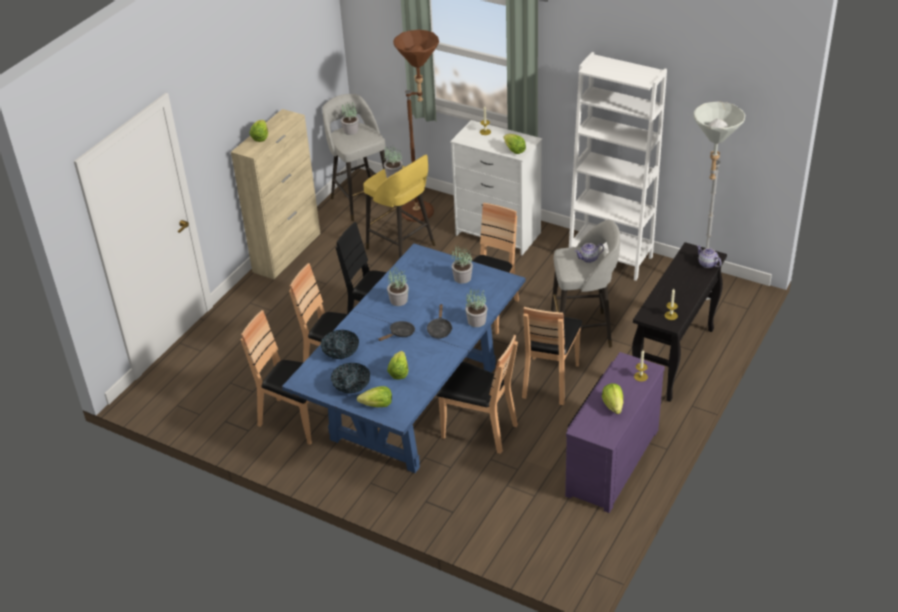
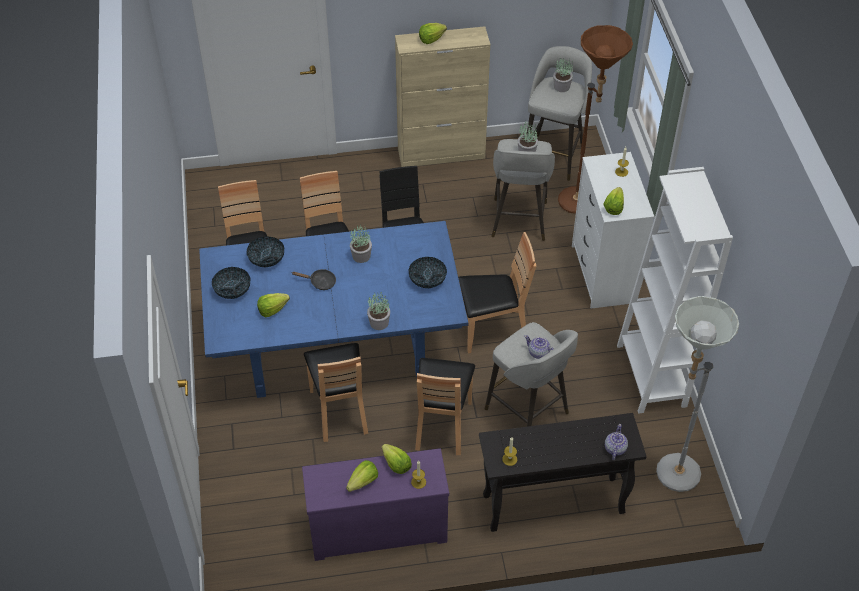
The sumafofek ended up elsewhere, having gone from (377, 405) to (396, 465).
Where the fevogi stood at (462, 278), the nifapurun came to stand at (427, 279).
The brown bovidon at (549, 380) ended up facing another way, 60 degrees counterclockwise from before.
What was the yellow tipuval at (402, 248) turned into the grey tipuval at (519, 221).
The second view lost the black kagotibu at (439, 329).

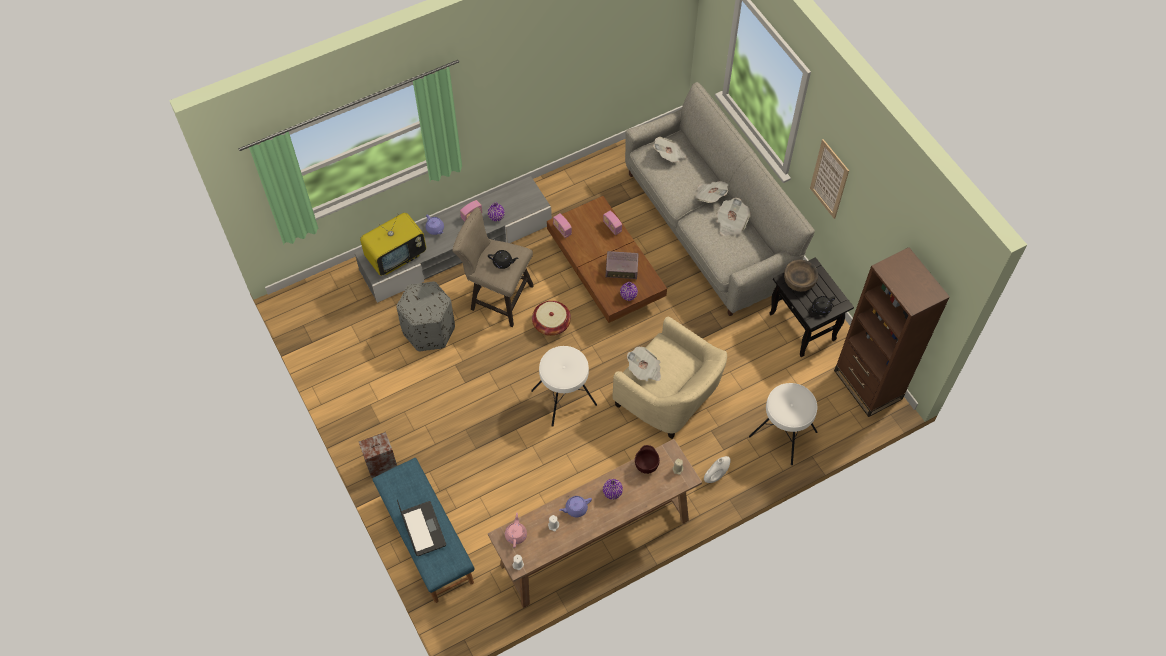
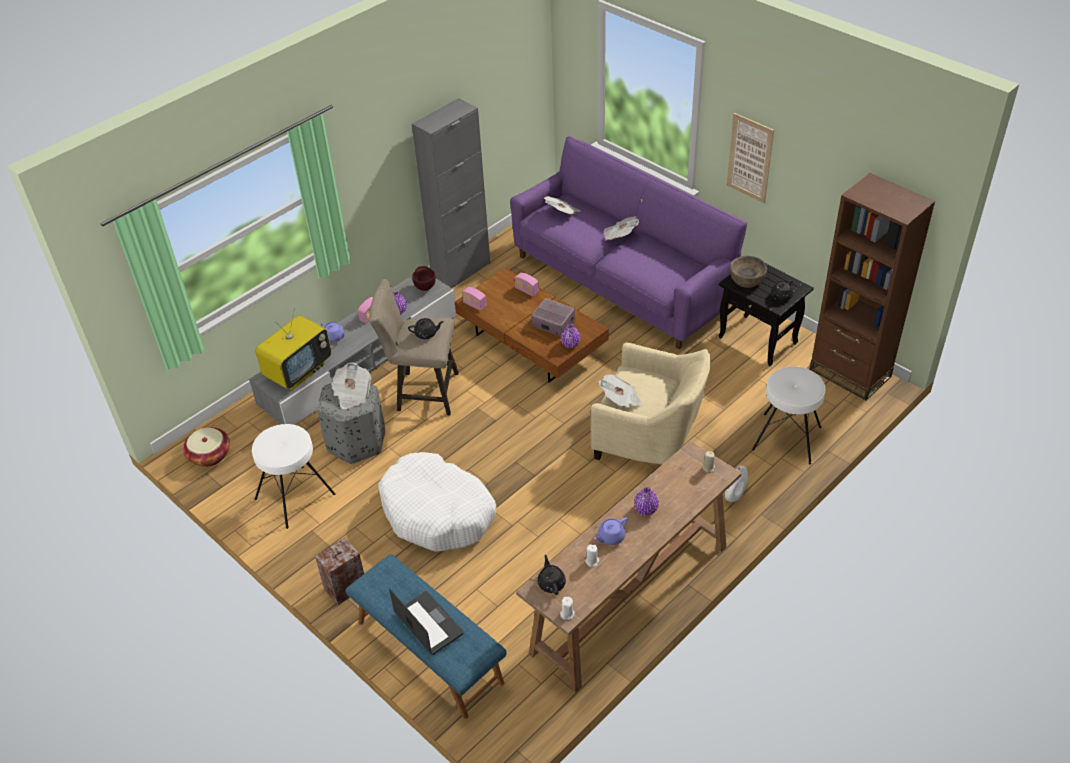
The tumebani ended up elsewhere, having gone from (551, 324) to (209, 455).
The white tipuval ended up elsewhere, having gone from (564, 398) to (295, 496).
The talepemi ended up elsewhere, having gone from (731, 223) to (352, 394).
The second view gained the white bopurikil at (438, 512).
The second view gained the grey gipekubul at (461, 271).
The brown nifapurun ended up elsewhere, having gone from (646, 465) to (425, 287).
What was the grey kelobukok at (708, 229) turned into the purple kelobukok at (621, 282).
The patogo at (622, 269) ended up facing another way, 135 degrees counterclockwise from before.
What was the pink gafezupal at (516, 534) turned into the black gafezupal at (551, 583).

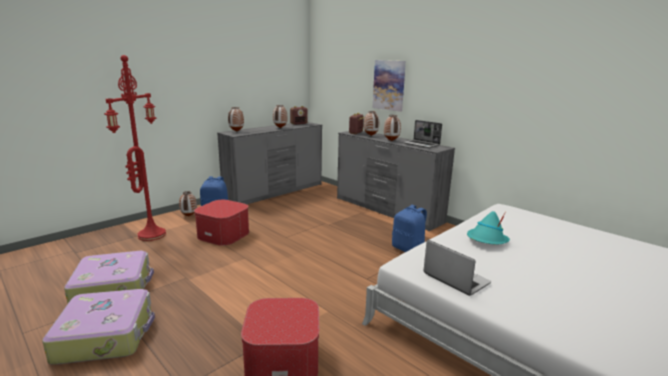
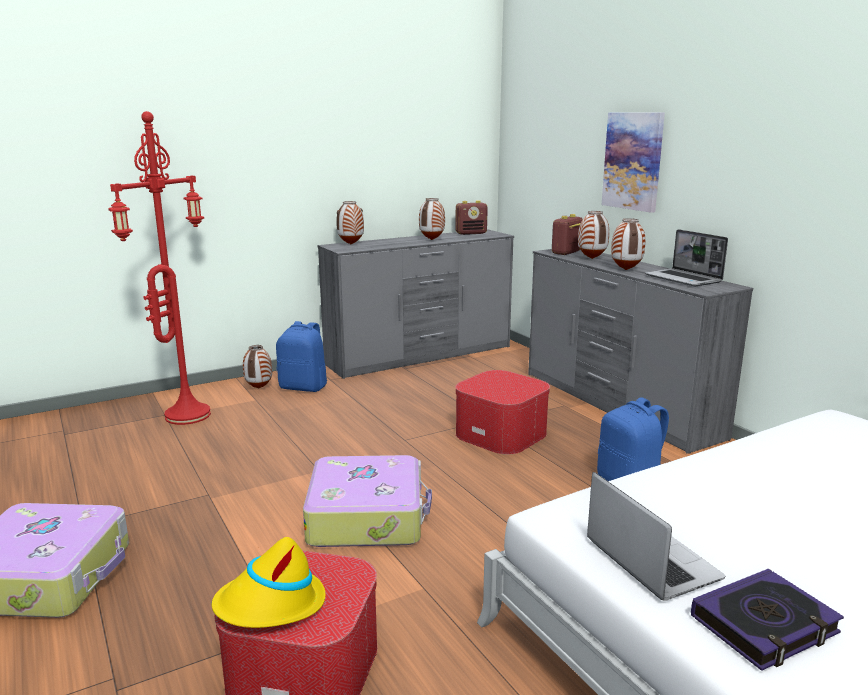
The second view gained the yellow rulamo at (271, 605).
The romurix ended up elsewhere, having gone from (113, 287) to (367, 516).
The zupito ended up elsewhere, having gone from (223, 234) to (501, 433).
The second view gained the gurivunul at (764, 626).
The second view lost the turquoise rulamo at (487, 240).

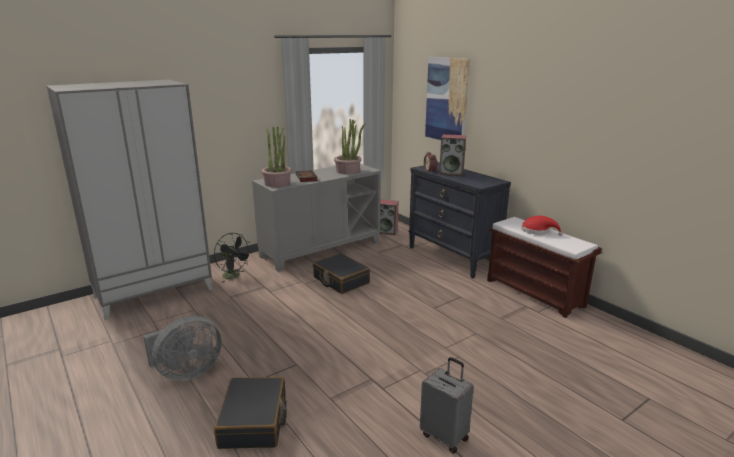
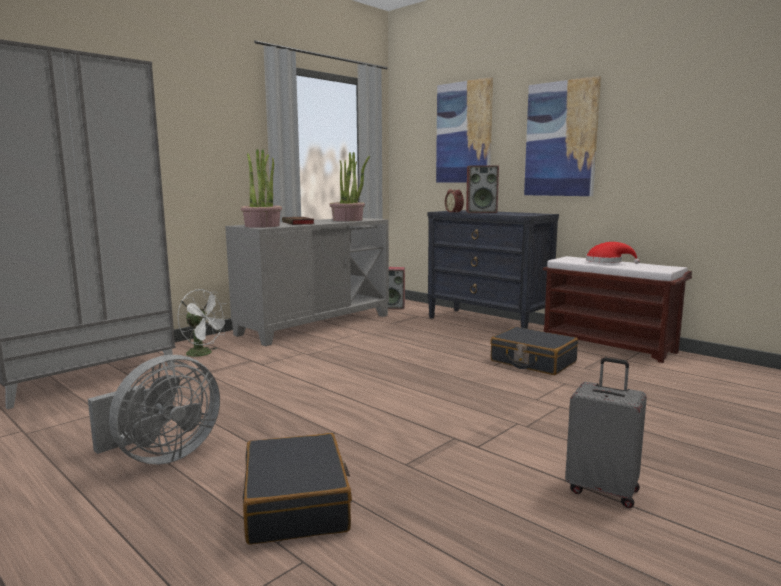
What was the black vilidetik at (234, 276) turned into the white vilidetik at (204, 354).
The black romurix ended up elsewhere, having gone from (341, 280) to (532, 362).
The second view gained the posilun at (561, 139).

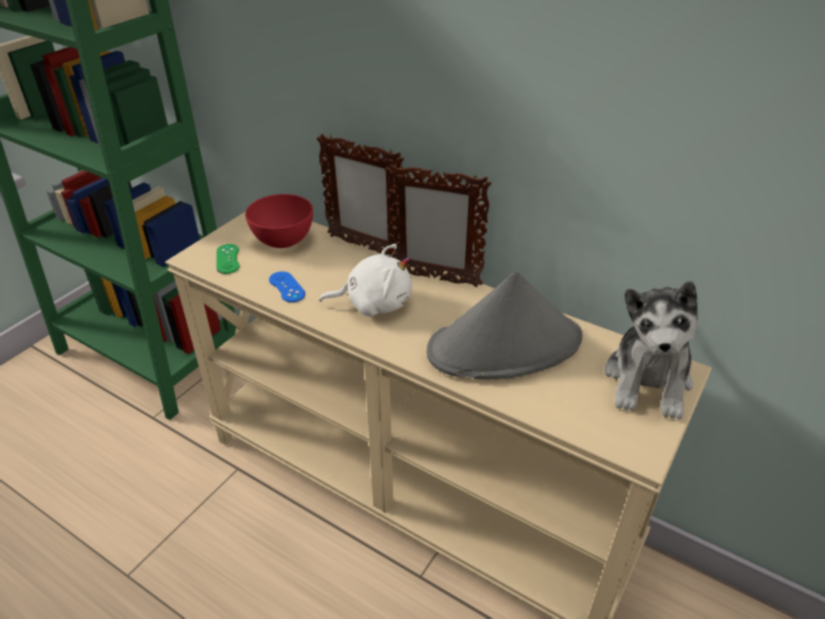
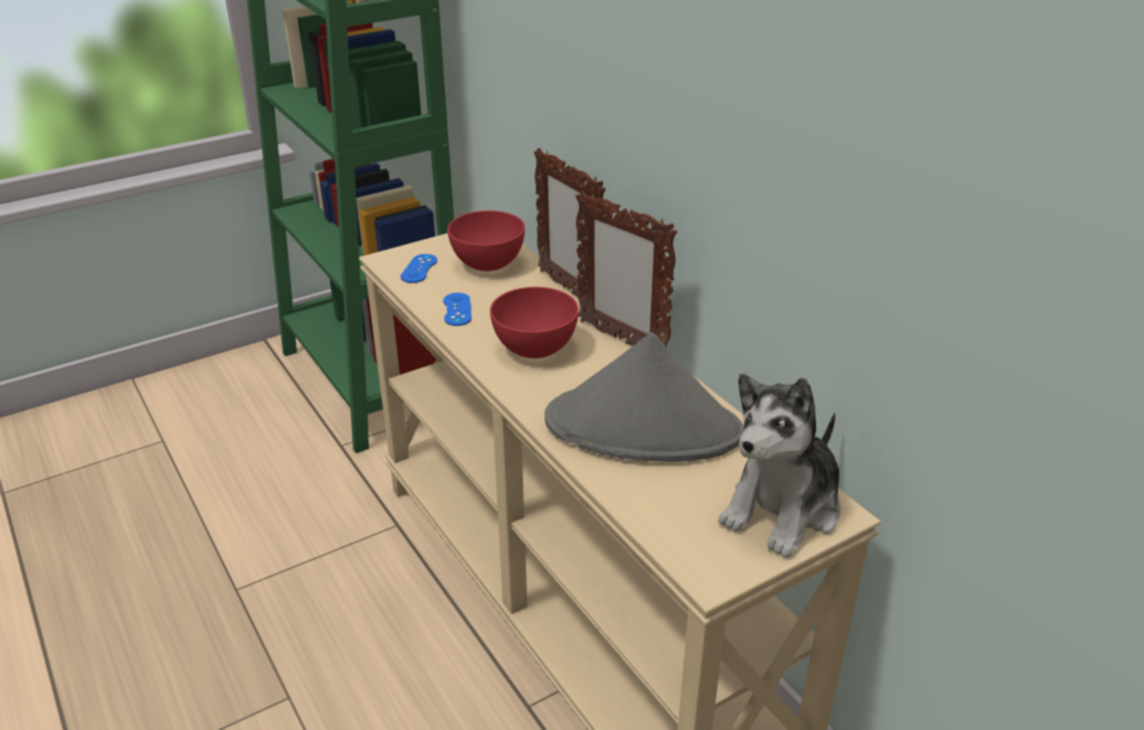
What was the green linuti at (228, 259) turned into the blue linuti at (419, 269).
Where the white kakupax stood at (374, 303), the red nifapurun came to stand at (534, 348).

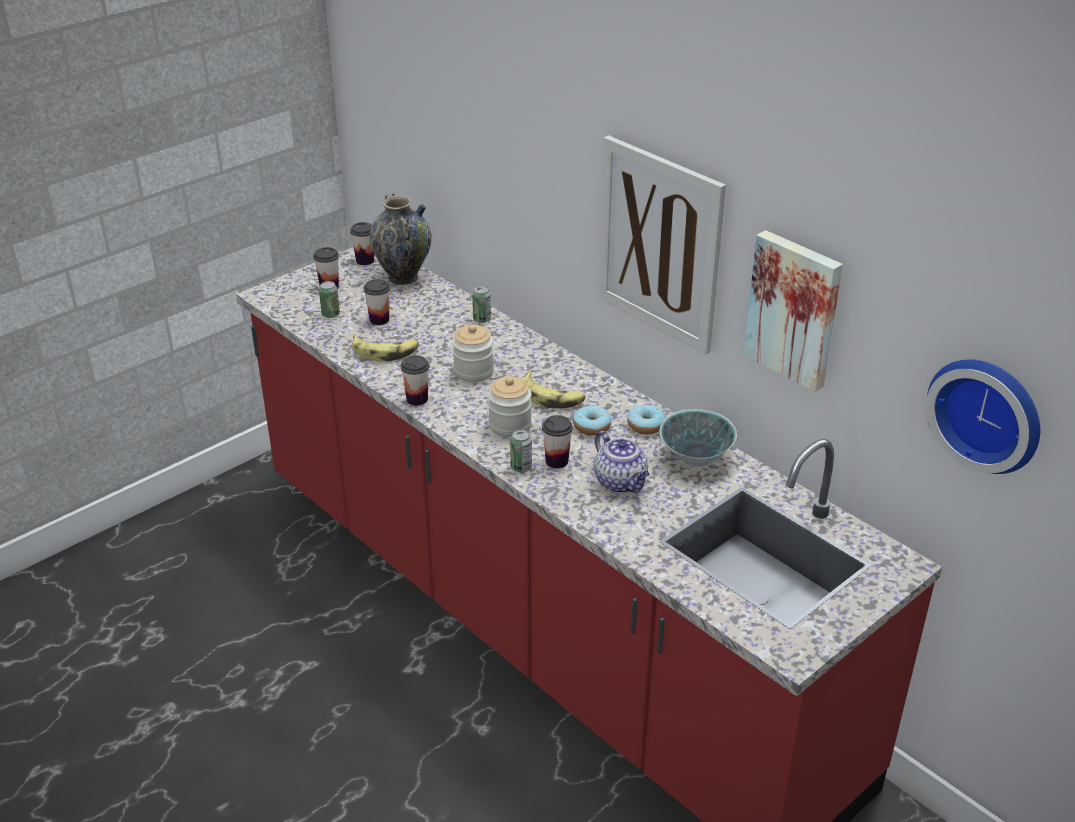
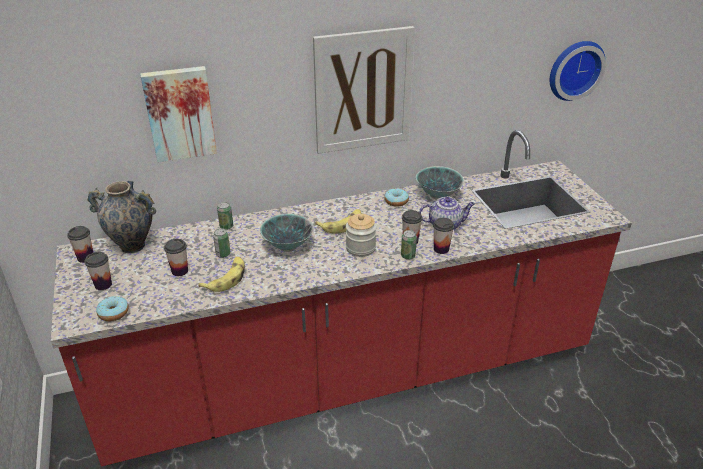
The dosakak ended up elsewhere, having gone from (592, 426) to (113, 313).
The posilun ended up elsewhere, having gone from (794, 309) to (179, 113).
The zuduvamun ended up elsewhere, having gone from (330, 314) to (223, 254).
Where the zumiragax stood at (473, 372), the nifapurun came to stand at (287, 246).
The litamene ended up elsewhere, having gone from (417, 399) to (441, 249).

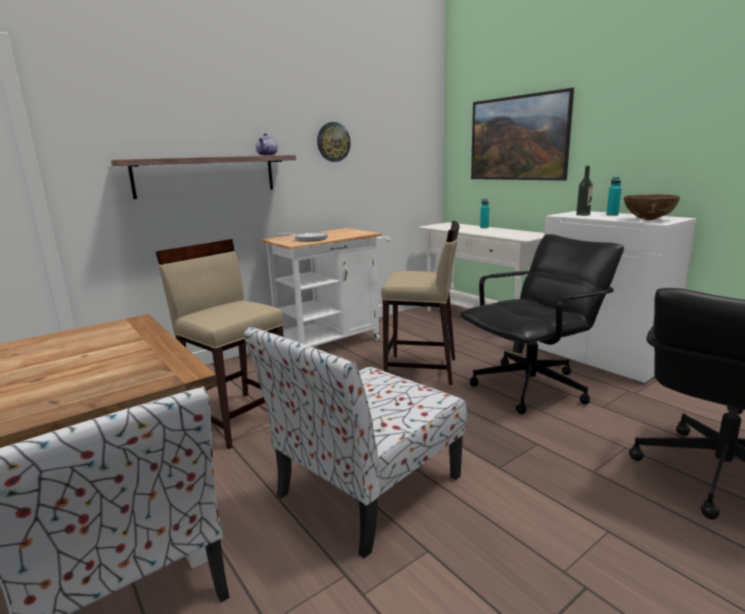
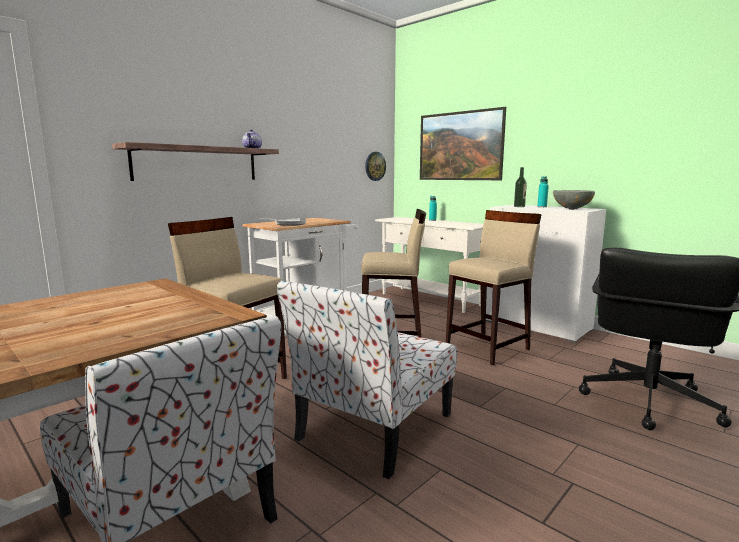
The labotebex ended up elsewhere, having gone from (333, 142) to (375, 166).
Where the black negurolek stood at (531, 387), the beige tipuval came to stand at (488, 348).
What was the brown nifapurun at (648, 220) turned into the grey nifapurun at (572, 209).

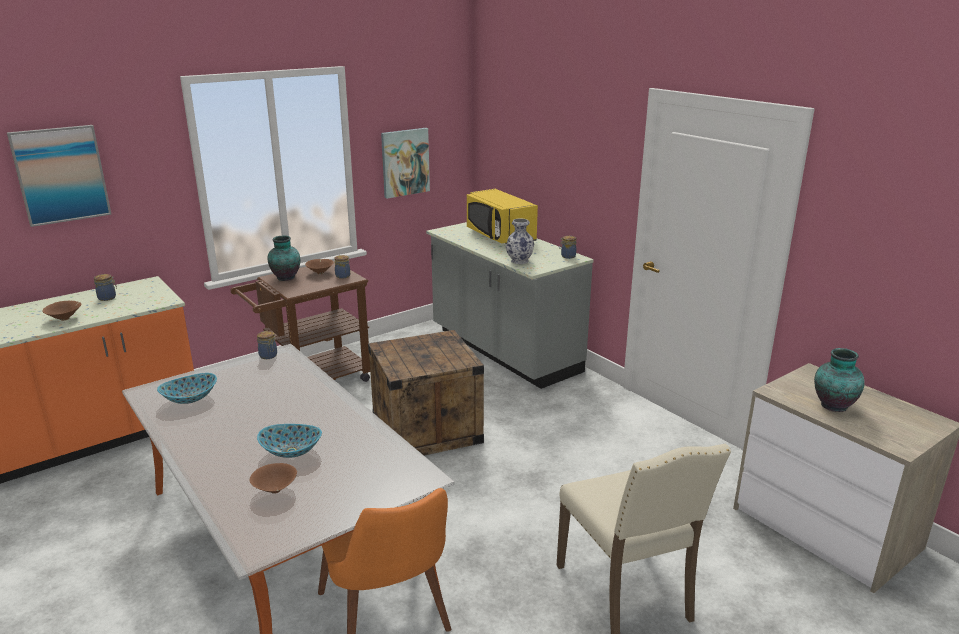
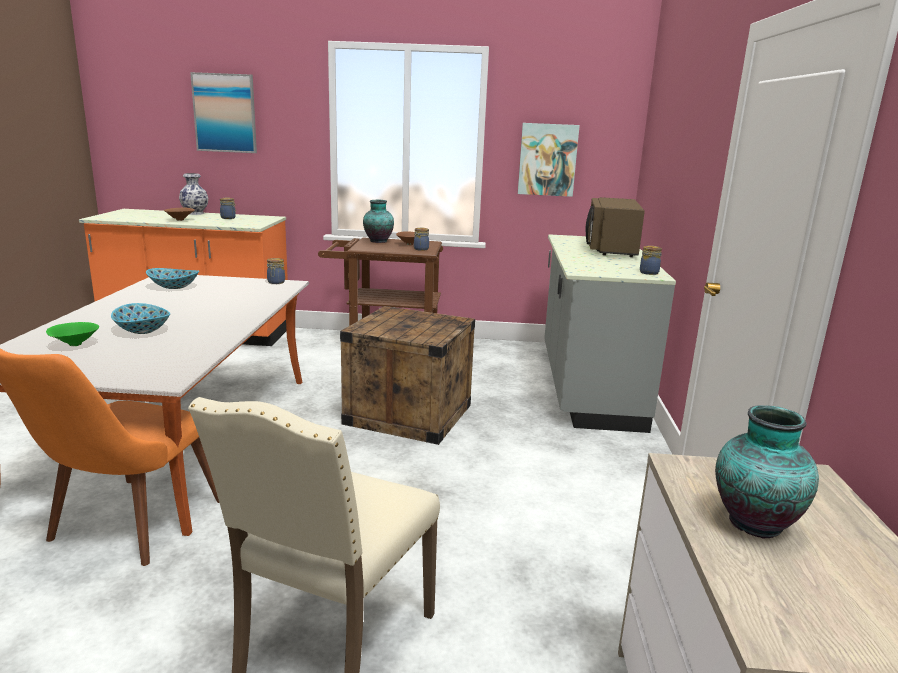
What was the brown nifapurun at (275, 491) turned into the green nifapurun at (74, 345).
The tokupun ended up elsewhere, having gone from (519, 261) to (194, 213).
What was the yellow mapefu at (499, 236) turned into the brown mapefu at (610, 249).

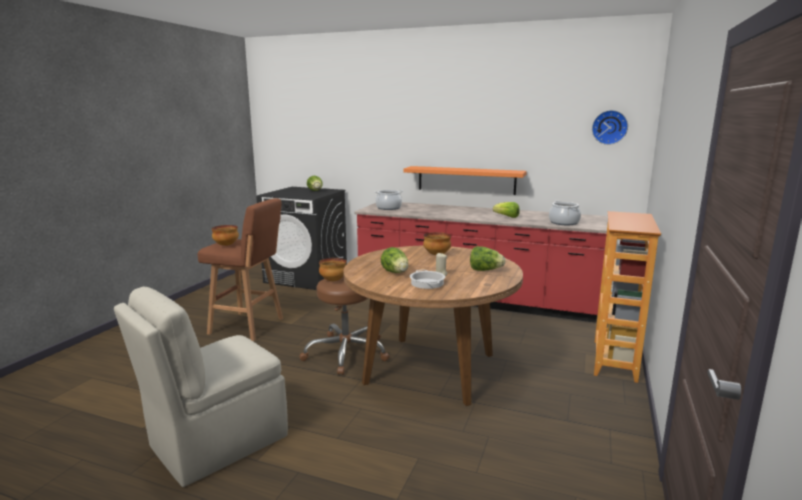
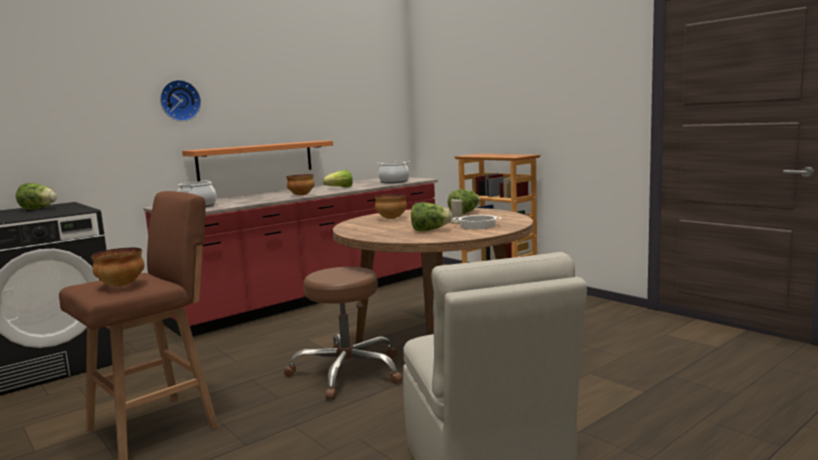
The labotebex ended up elsewhere, having gone from (609, 127) to (179, 100).
The nifapurun ended up elsewhere, having gone from (333, 280) to (301, 195).

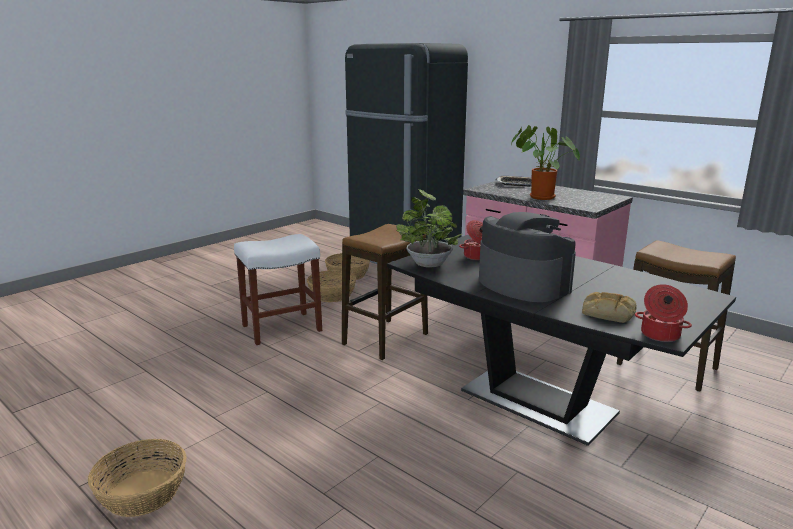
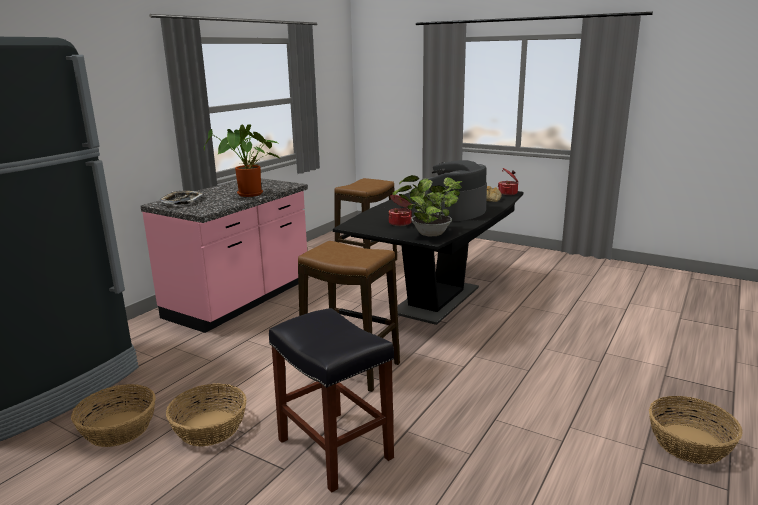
What was the white tipuval at (282, 327) turned into the black tipuval at (333, 448).

